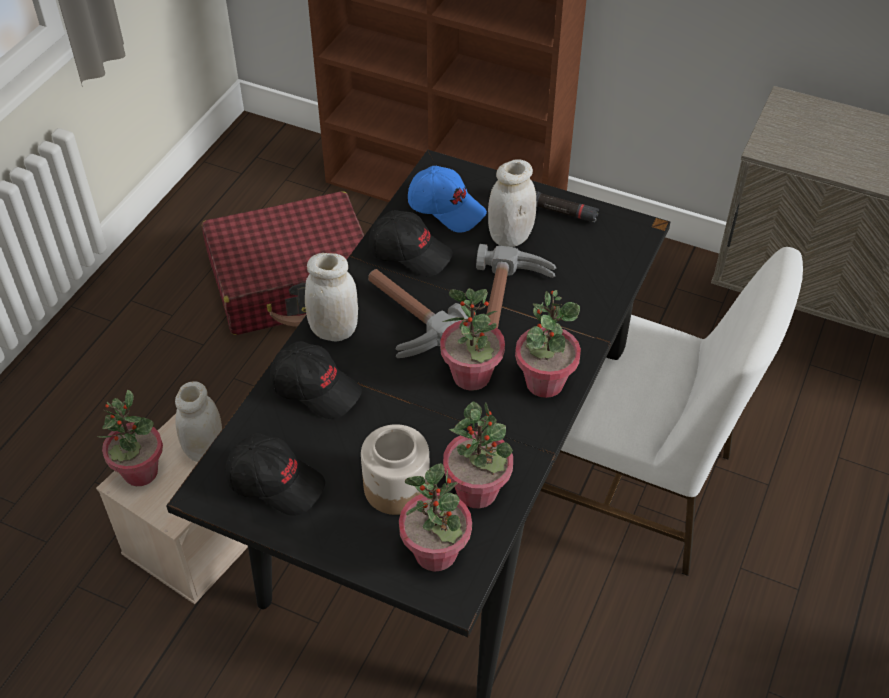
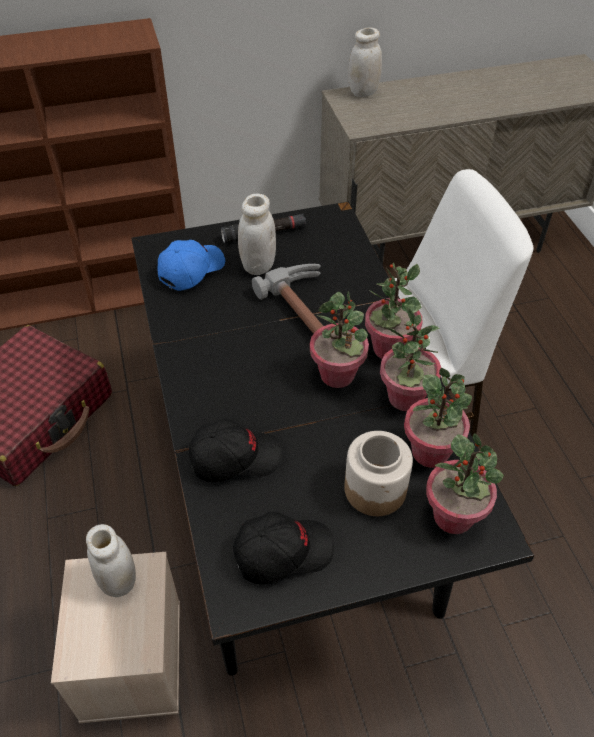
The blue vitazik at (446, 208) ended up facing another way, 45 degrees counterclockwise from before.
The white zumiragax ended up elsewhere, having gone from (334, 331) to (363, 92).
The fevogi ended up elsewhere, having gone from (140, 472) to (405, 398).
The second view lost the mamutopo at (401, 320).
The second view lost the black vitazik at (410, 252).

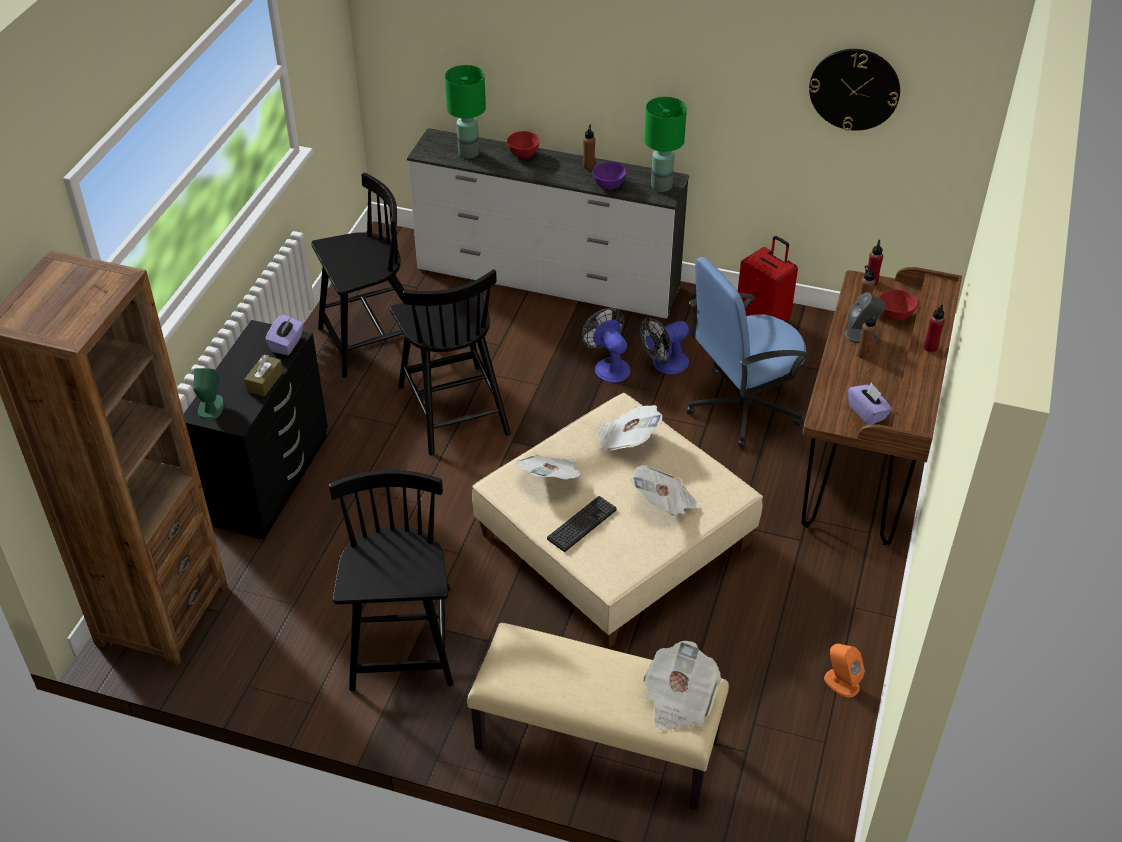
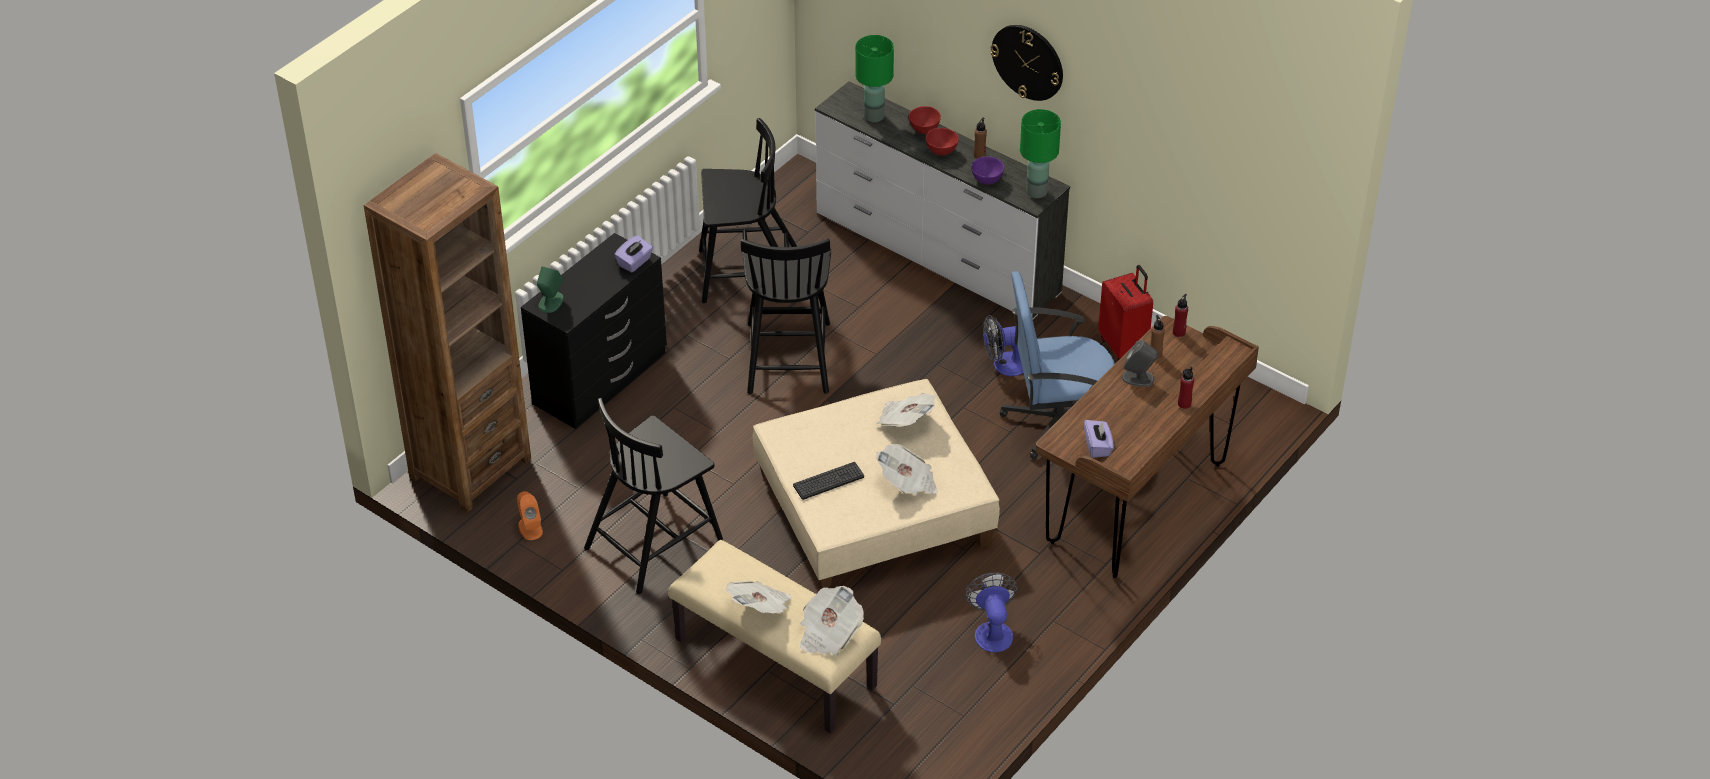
The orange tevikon ended up elsewhere, having gone from (841, 682) to (530, 528).
The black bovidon at (402, 640) ended up facing another way, 150 degrees counterclockwise from before.
The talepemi ended up elsewhere, having gone from (551, 479) to (761, 608).
The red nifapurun ended up elsewhere, having gone from (894, 315) to (941, 151).
The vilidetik ended up elsewhere, having gone from (608, 366) to (992, 631).
The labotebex ended up elsewhere, having gone from (854, 89) to (1028, 61).
The second view lost the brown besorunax at (265, 381).
The second view lost the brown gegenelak at (864, 354).

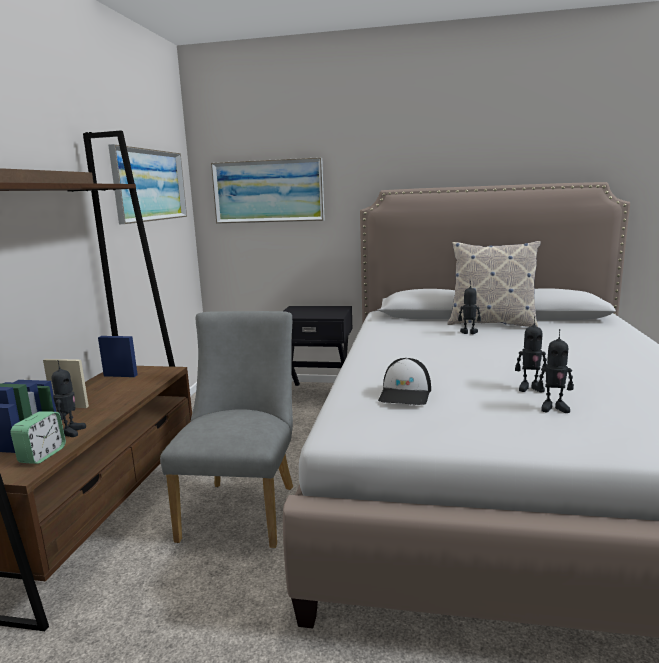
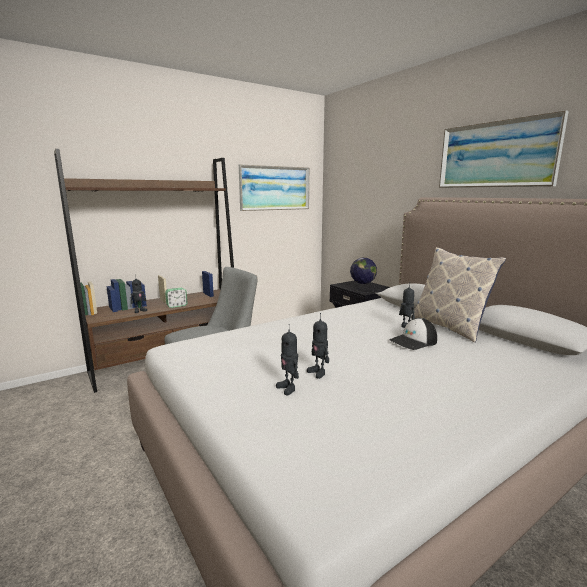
The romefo ended up elsewhere, having gone from (42, 455) to (177, 306).
The second view gained the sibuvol at (362, 290).
The vitazik ended up elsewhere, having gone from (405, 394) to (413, 341).
The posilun ended up elsewhere, having gone from (268, 191) to (496, 154).

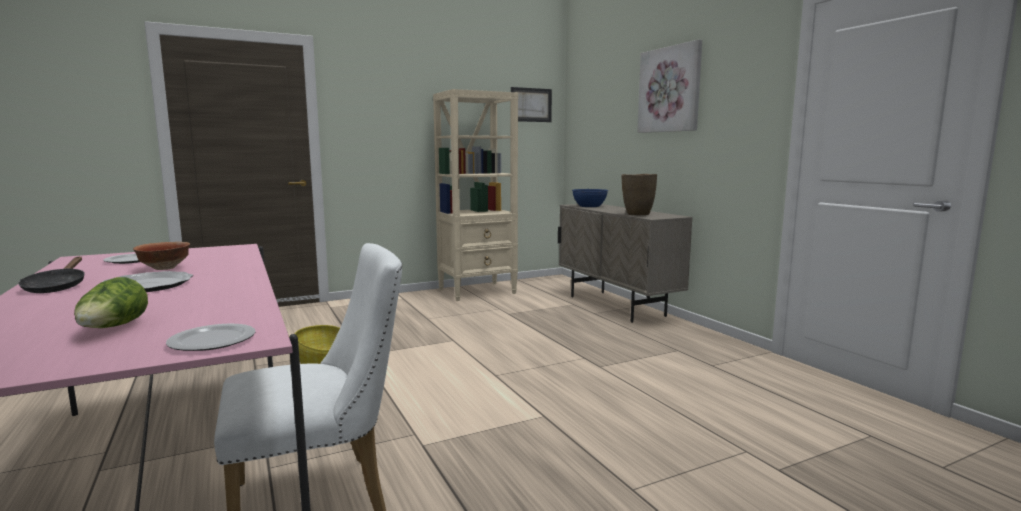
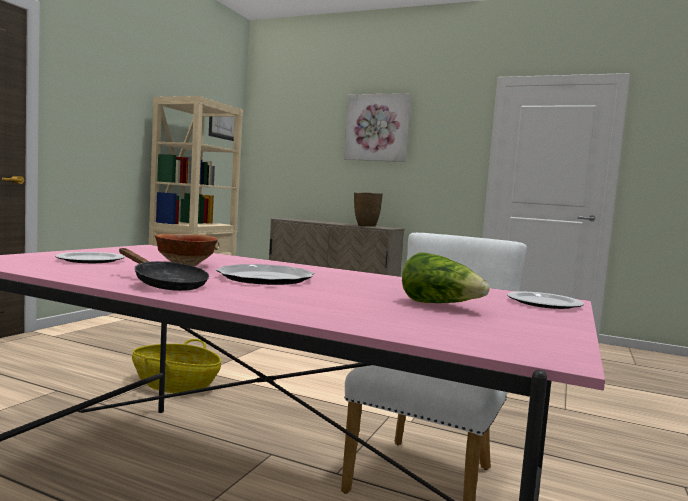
The second view lost the blue nifapurun at (589, 206).

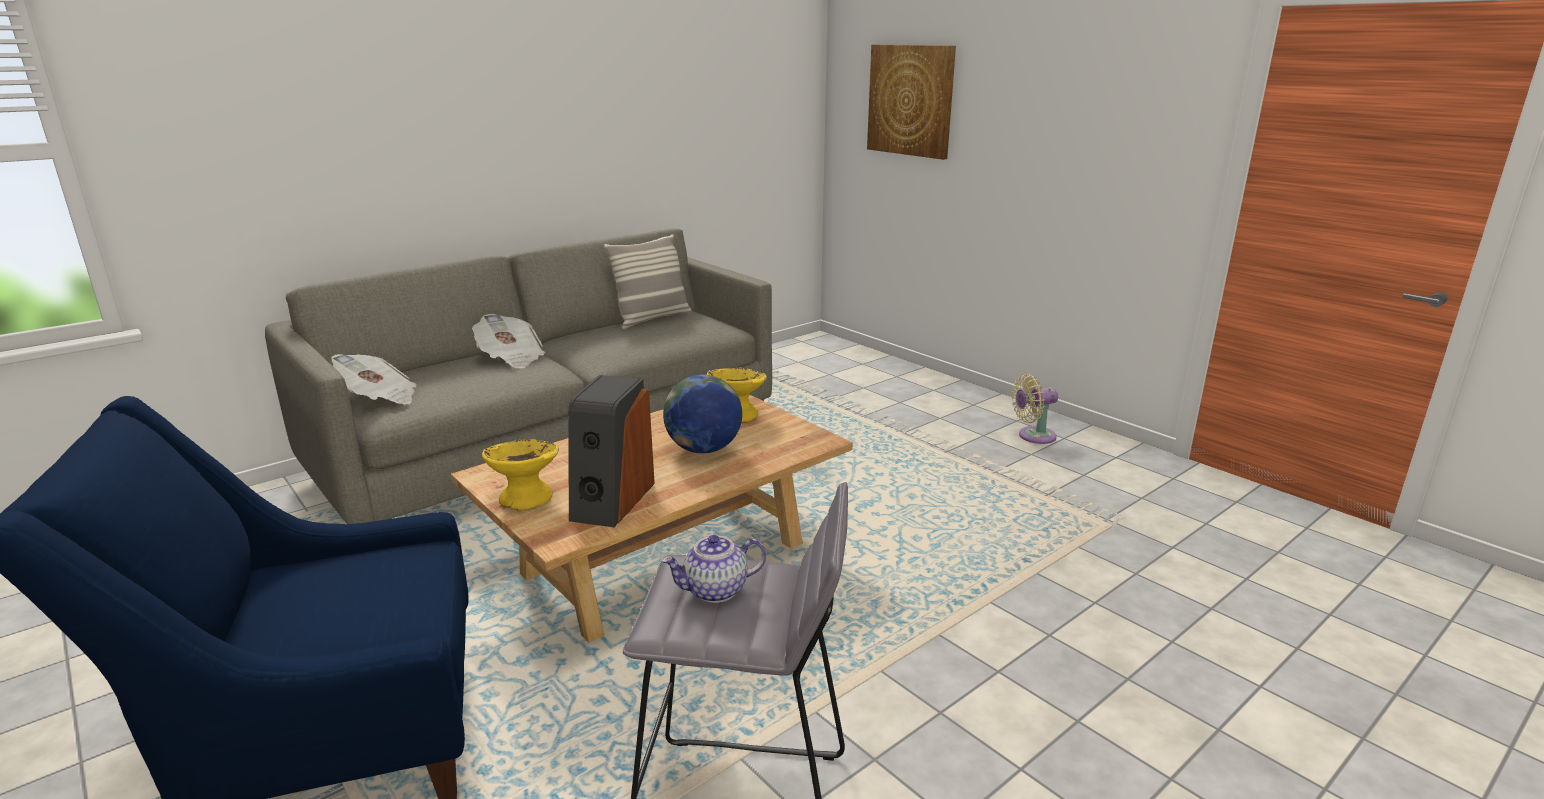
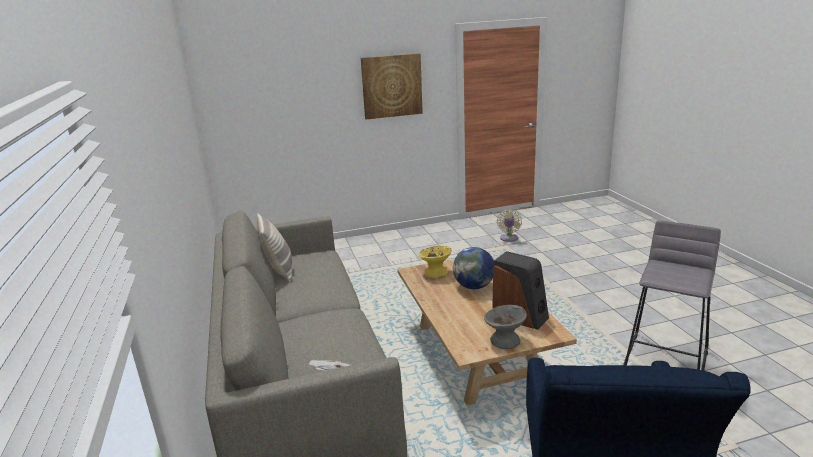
The posilun ended up elsewhere, having gone from (910, 100) to (392, 86).
What was the yellow nifapurun at (526, 497) turned into the grey nifapurun at (505, 340).
The beige vilidetik ended up elsewhere, having gone from (1033, 436) to (509, 239).
The second view lost the talepemi at (511, 358).
The second view lost the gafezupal at (715, 590).

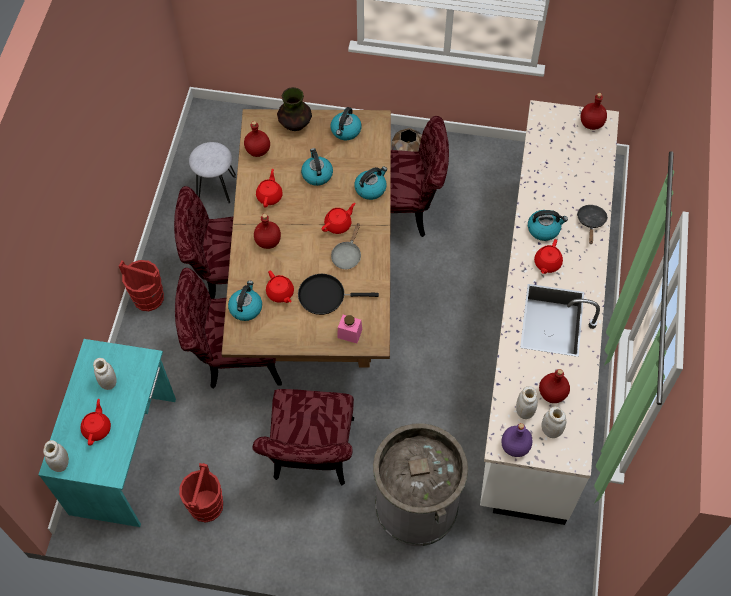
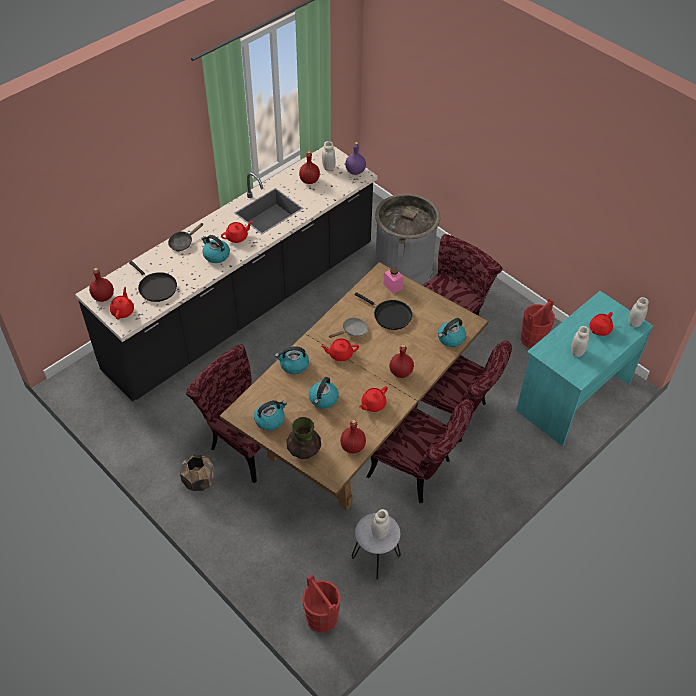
What was the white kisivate at (538, 337) turned into the black kisivate at (243, 307).
The red gafezupal ended up elsewhere, having gone from (280, 293) to (123, 311).
The second view gained the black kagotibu at (156, 287).
The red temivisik ended up elsewhere, having gone from (148, 298) to (321, 616).
The white zumiragax ended up elsewhere, having gone from (524, 411) to (380, 533).

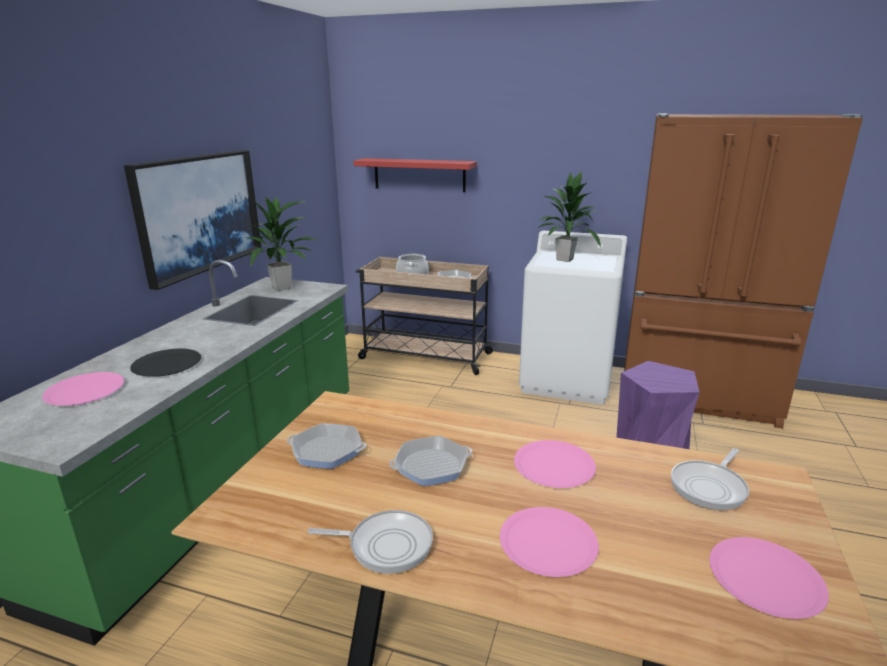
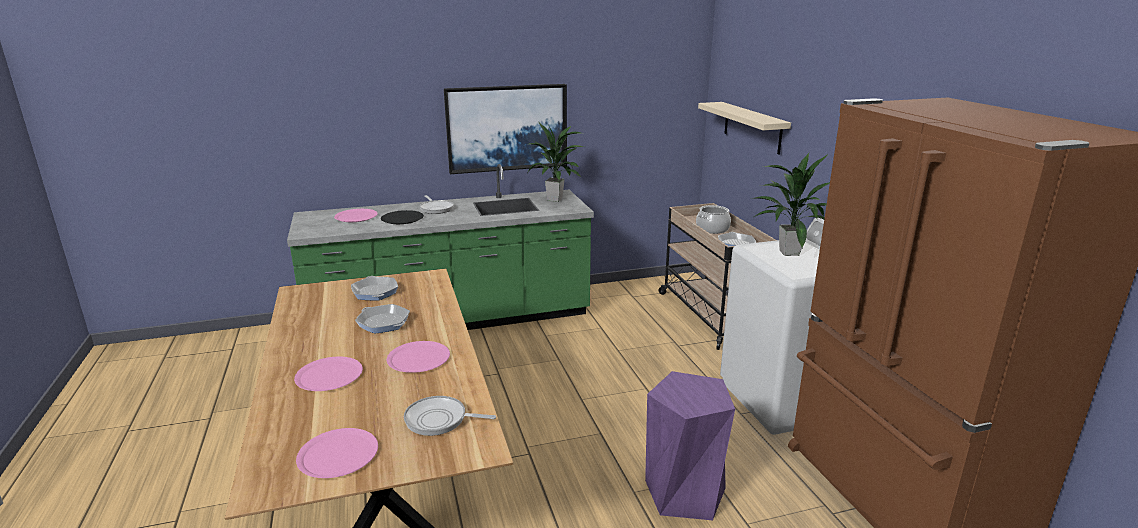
The kagotibu ended up elsewhere, having gone from (385, 545) to (436, 208).
What was the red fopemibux at (419, 175) turned into the beige fopemibux at (752, 127).

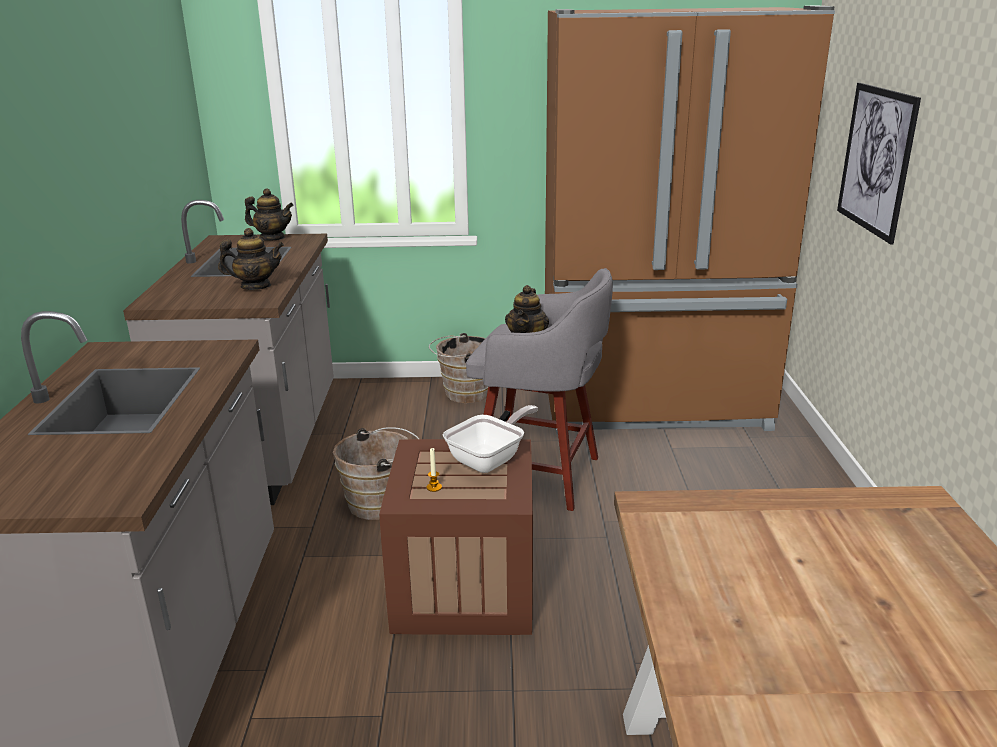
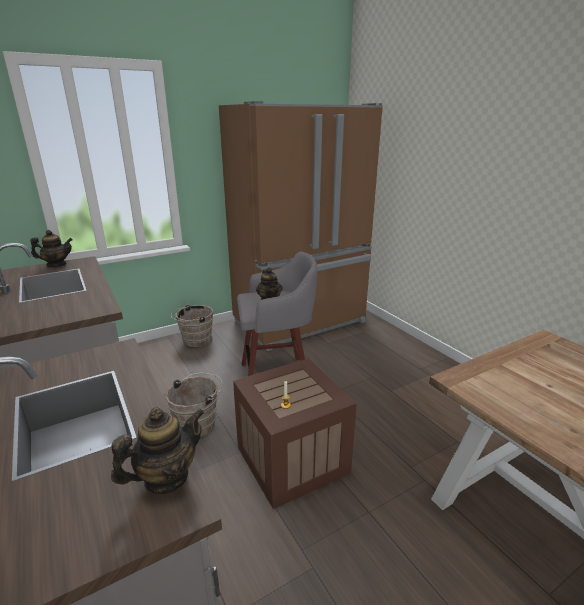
The gafezupal ended up elsewhere, having gone from (255, 286) to (166, 477).
The second view lost the kagotibu at (490, 459).
The second view lost the posilun at (876, 160).

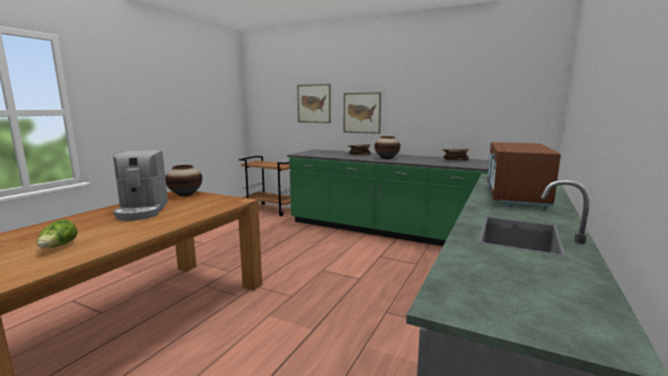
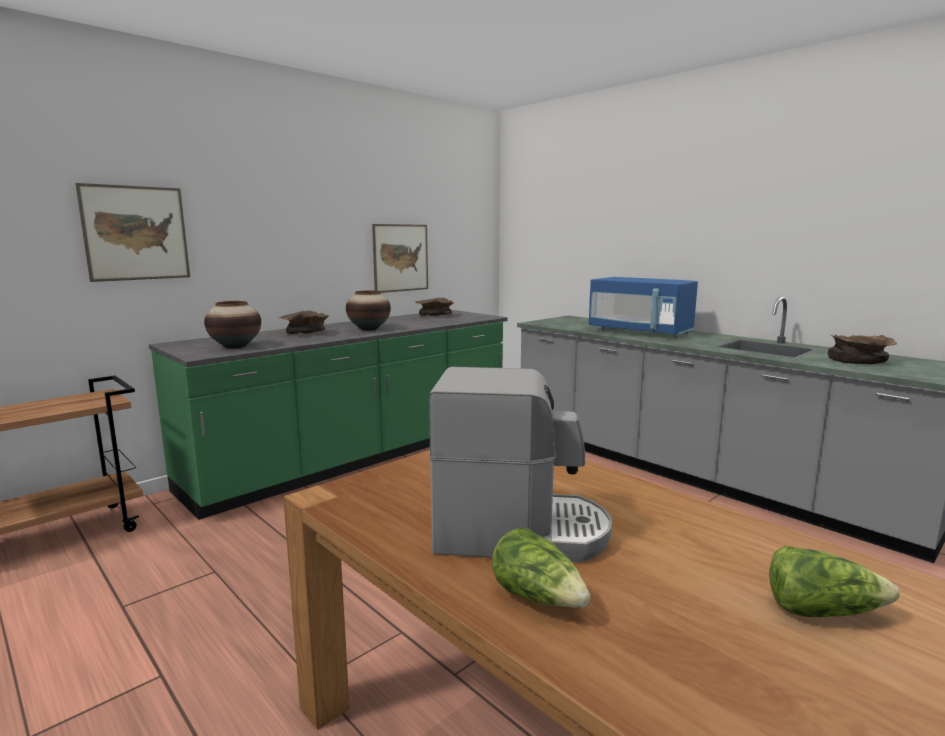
The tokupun ended up elsewhere, having gone from (185, 195) to (235, 346).
The posilun ended up elsewhere, having gone from (361, 113) to (400, 258).
The second view gained the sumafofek at (538, 597).
What was the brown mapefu at (515, 197) turned into the blue mapefu at (640, 332).
The second view gained the brown nifapurun at (859, 361).

